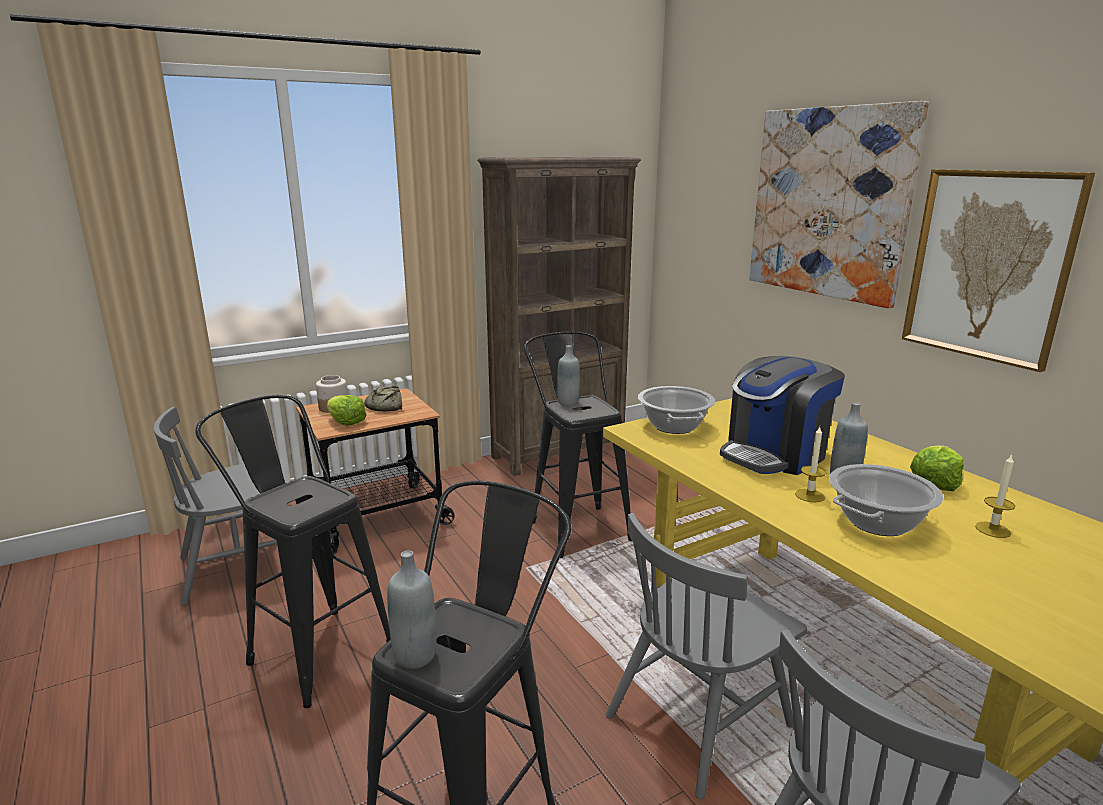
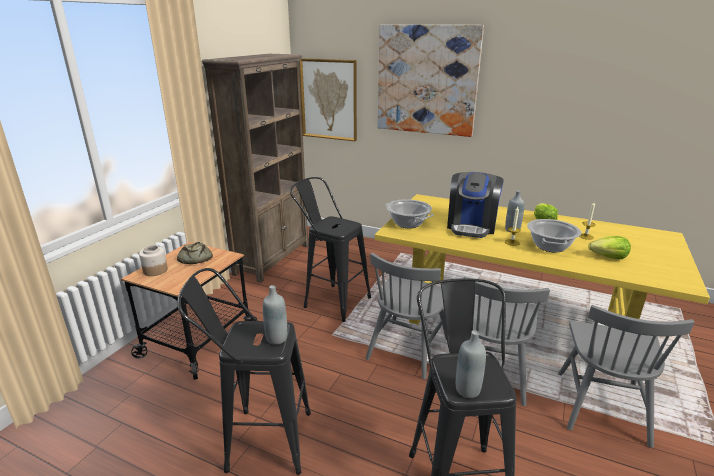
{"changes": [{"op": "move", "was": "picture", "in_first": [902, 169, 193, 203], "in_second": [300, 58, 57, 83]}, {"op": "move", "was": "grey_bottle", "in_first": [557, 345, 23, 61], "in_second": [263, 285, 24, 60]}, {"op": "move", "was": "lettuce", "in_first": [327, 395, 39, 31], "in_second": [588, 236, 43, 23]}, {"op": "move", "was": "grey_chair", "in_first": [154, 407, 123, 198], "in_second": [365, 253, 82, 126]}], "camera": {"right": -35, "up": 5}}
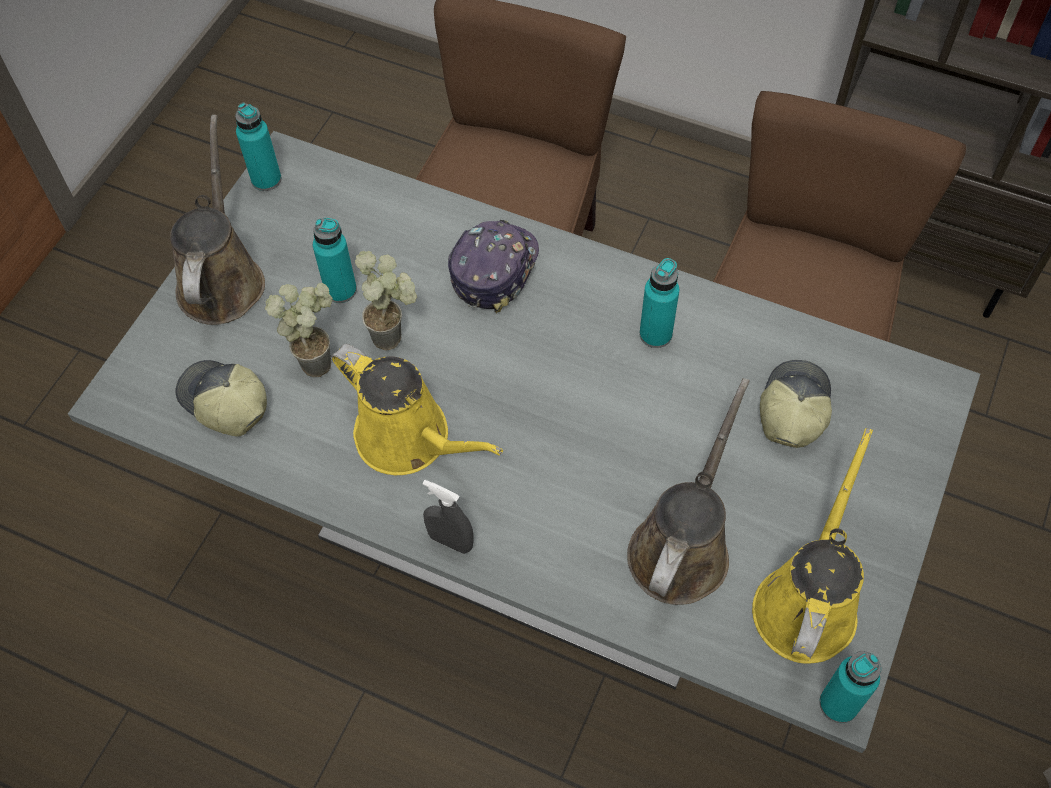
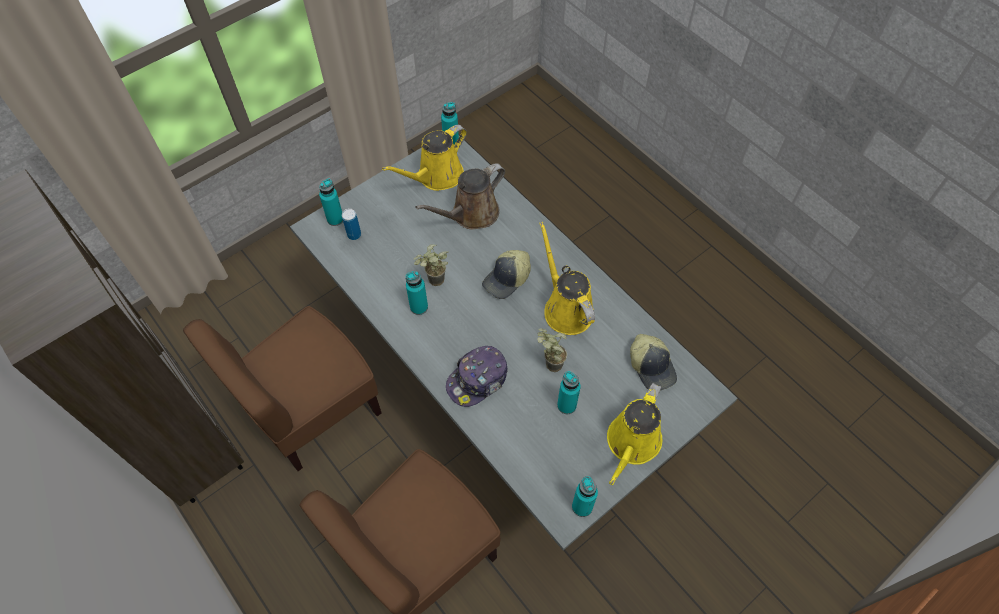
{"changes": [{"op": "recolor", "was": "brown_watering_can", "now": "yellow_watering_can", "in_first": [170, 115, 95, 210], "in_second": [607, 383, 55, 102]}, {"op": "move", "was": "potted_plant", "in_first": [265, 283, 68, 94], "in_second": [414, 244, 35, 42]}, {"op": "move", "was": "cap", "in_first": [760, 360, 72, 88], "in_second": [482, 250, 49, 49]}, {"op": "delete", "was": "grey_spray_bottle", "in_first": [423, 480, 51, 74]}, {"op": "insert", "now": "turquoise_bottle", "in_second": [319, 179, 24, 47]}, {"op": "insert", "now": "can", "in_second": [342, 208, 19, 32]}], "camera": {"right": -155, "up": 0}}
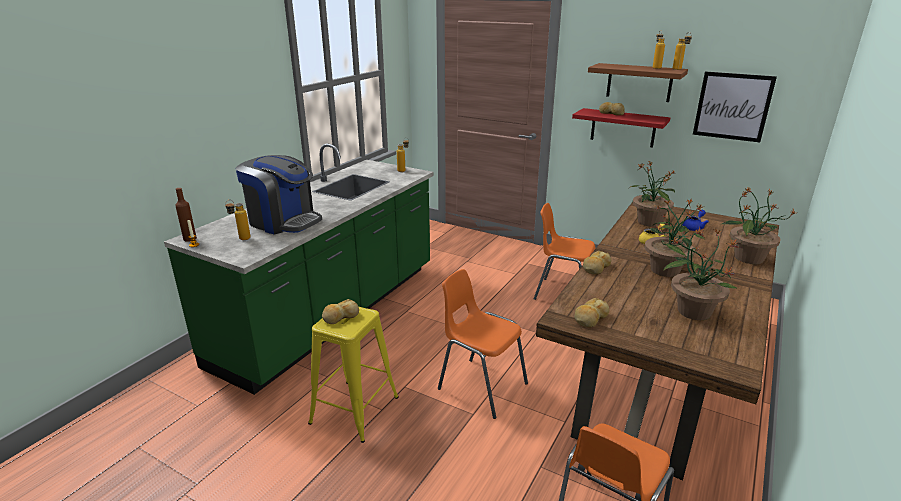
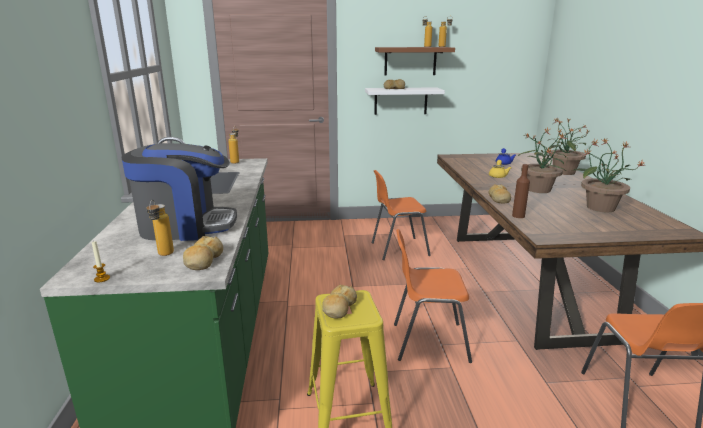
{"changes": [{"op": "delete", "was": "picture", "in_first": [693, 71, 84, 71]}, {"op": "recolor", "was": "red_shelf", "now": "white_shelf", "in_first": [572, 108, 98, 40], "in_second": [365, 87, 80, 28]}, {"op": "delete", "was": "potted_plant", "in_first": [628, 161, 48, 66]}, {"op": "move", "was": "brown_bottle", "in_first": [175, 188, 22, 54], "in_second": [512, 164, 18, 54]}, {"op": "move", "was": "bread", "in_first": [574, 298, 35, 30], "in_second": [183, 236, 40, 34]}], "camera": {"right": -35, "up": -5}}
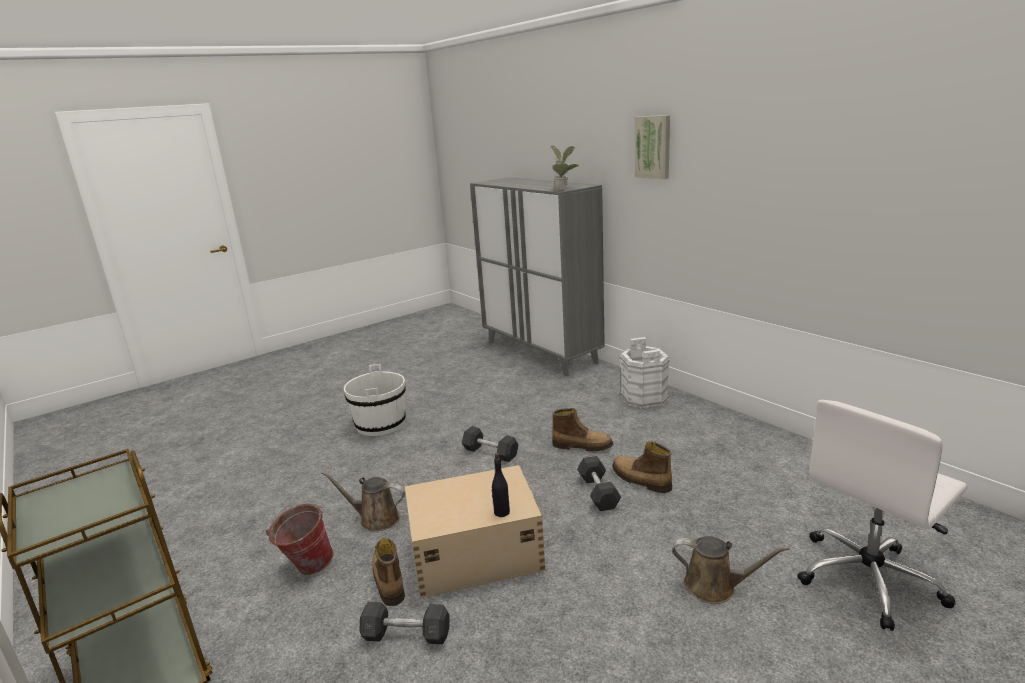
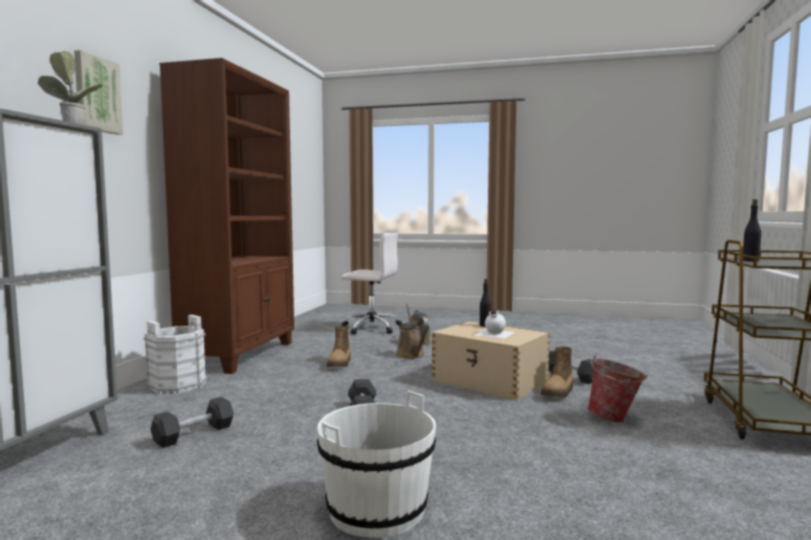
{"changes": [{"op": "delete", "was": "boot", "in_first": [552, 408, 61, 44]}, {"op": "move", "was": "grey_dumbbell", "in_first": [577, 456, 44, 55], "in_second": [150, 397, 84, 51]}, {"op": "move", "was": "brown_watering_can", "in_first": [321, 471, 84, 61], "in_second": [396, 322, 34, 37]}, {"op": "insert", "now": "brown_bookcase", "in_second": [159, 58, 135, 316]}, {"op": "insert", "now": "black_bottle", "in_second": [743, 199, 18, 63]}, {"op": "insert", "now": "white_bottle", "in_second": [474, 309, 40, 29]}], "camera": {"right": -130, "up": -15}}
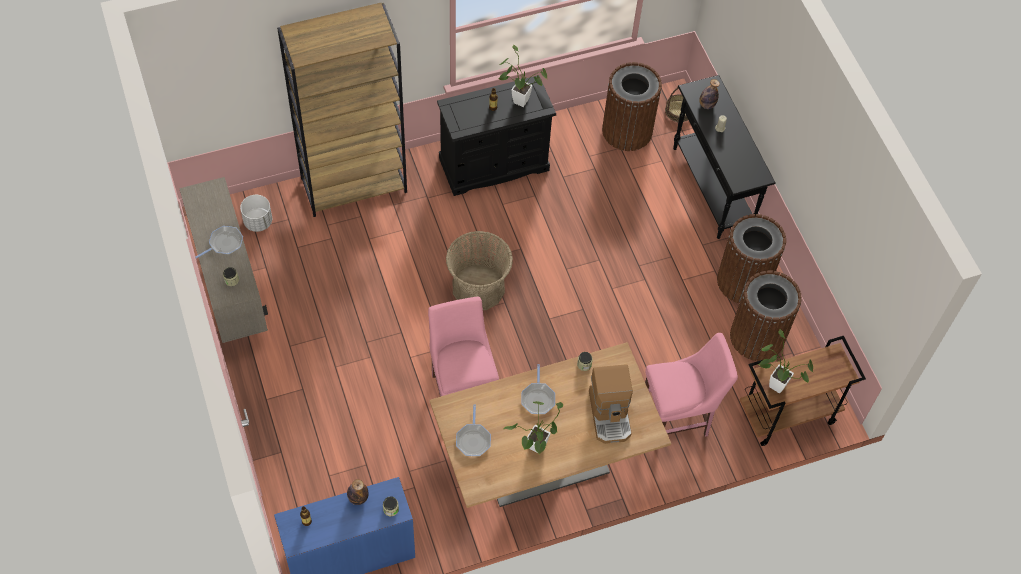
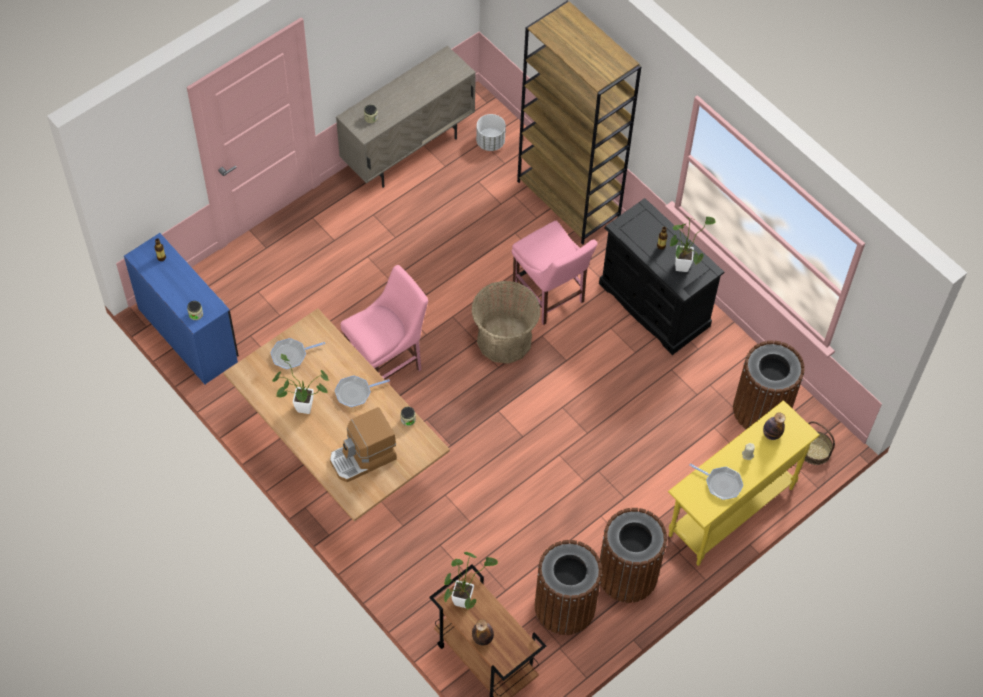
{"changes": [{"op": "recolor", "was": "black_console_table", "now": "yellow_console_table", "in_first": [673, 75, 103, 164], "in_second": [668, 400, 152, 166]}, {"op": "move", "was": "frying_pan", "in_first": [195, 226, 48, 32], "in_second": [689, 463, 54, 37]}, {"op": "move", "was": "pink_chair", "in_first": [645, 333, 93, 104], "in_second": [512, 221, 86, 104]}, {"op": "move", "was": "bottle", "in_first": [347, 479, 22, 26], "in_second": [472, 619, 22, 27]}], "camera": {"right": 70, "up": 0}}
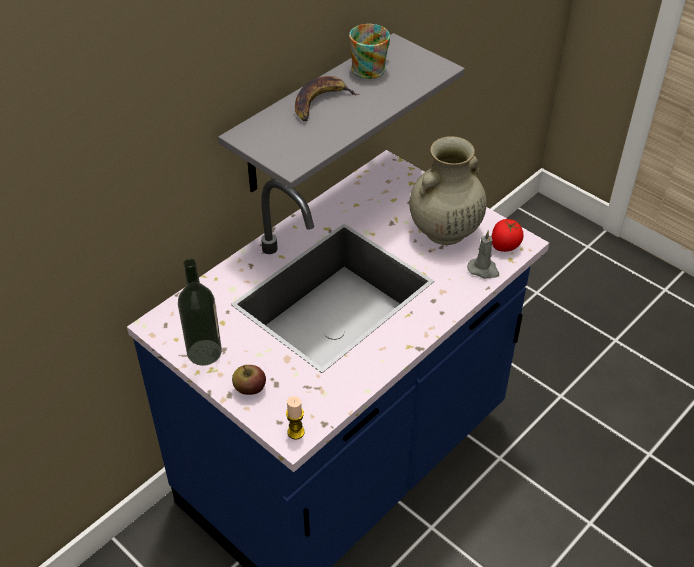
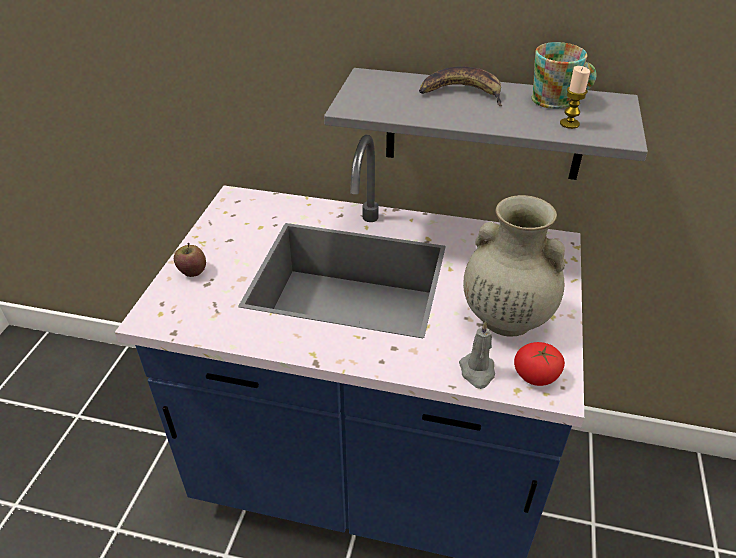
{"changes": [{"op": "delete", "was": "bottle", "in_first": [178, 259, 44, 107]}, {"op": "move", "was": "candle", "in_first": [286, 396, 19, 43], "in_second": [560, 66, 30, 63]}], "camera": {"right": 60, "up": -5}}
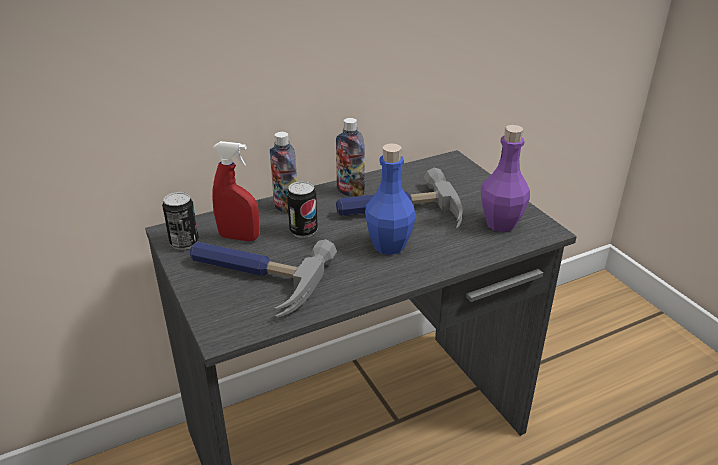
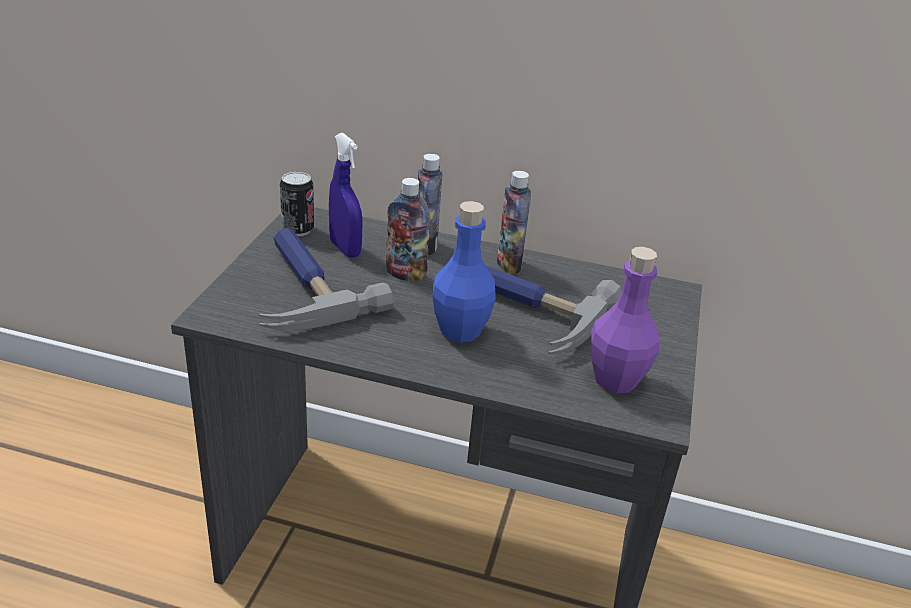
{"changes": [{"op": "recolor", "was": "red_spray_bottle", "now": "blue_spray_bottle", "in_first": [212, 141, 47, 100], "in_second": [329, 133, 34, 125]}, {"op": "replace", "was": "can", "now": "bottle", "in_first": [287, 181, 31, 57], "in_second": [386, 178, 44, 103]}], "camera": {"right": 40, "up": 0}}
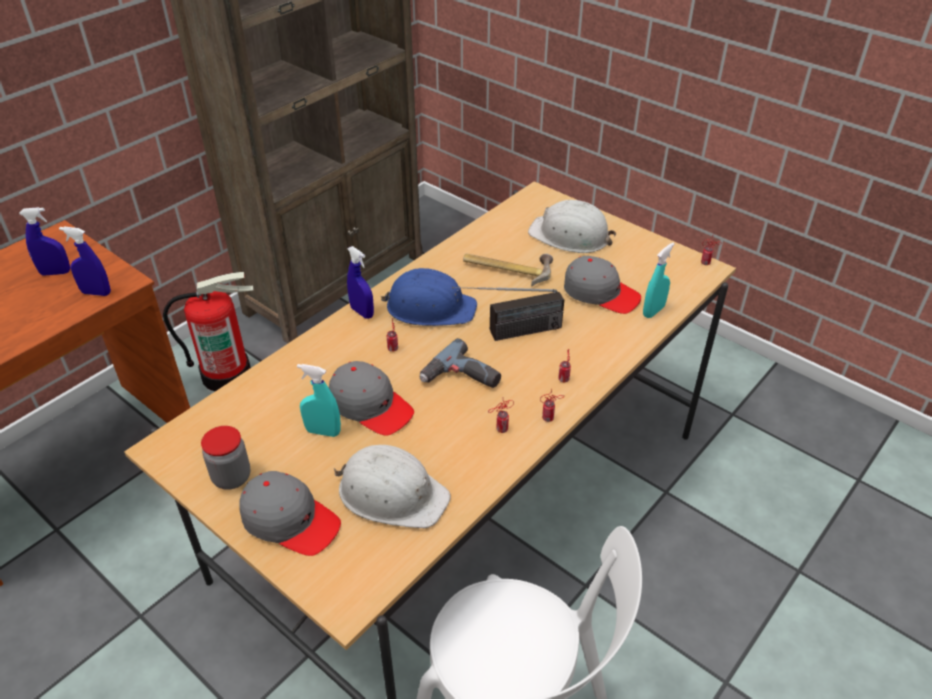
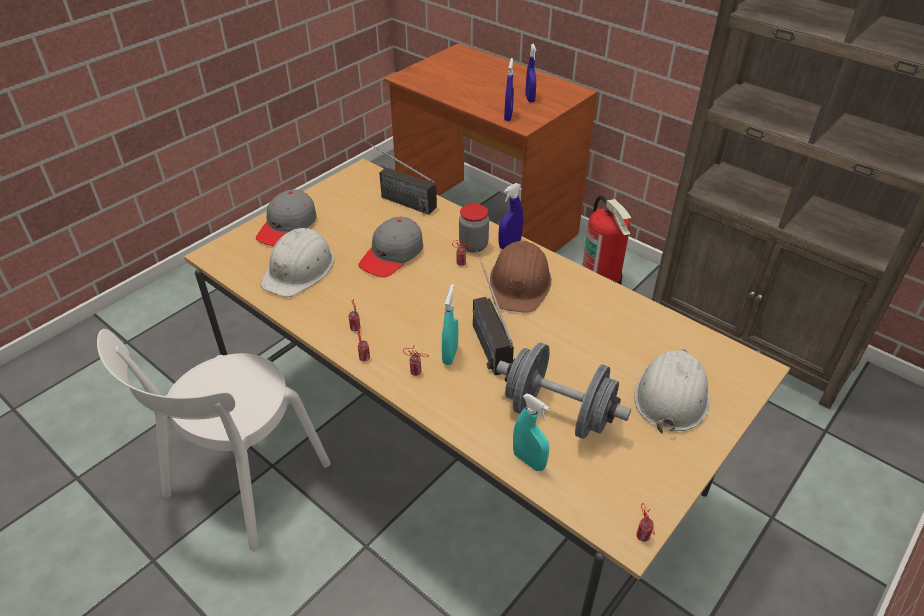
{"changes": [{"op": "delete", "was": "hammer", "in_first": [463, 253, 90, 33]}, {"op": "replace", "was": "grey_cap", "now": "grey_dumbbell", "in_first": [564, 256, 77, 58], "in_second": [496, 342, 135, 97]}, {"op": "recolor", "was": "blue_hard_hat", "now": "brown_hard_hat", "in_first": [381, 268, 96, 58], "in_second": [490, 241, 61, 72]}, {"op": "delete", "was": "power_drill", "in_first": [420, 338, 81, 50]}, {"op": "move", "was": "turquoise_spray_bottle", "in_first": [297, 364, 44, 73], "in_second": [442, 284, 16, 81]}, {"op": "move", "was": "jar", "in_first": [201, 426, 50, 64], "in_second": [459, 204, 30, 49]}, {"op": "insert", "now": "radio", "in_second": [359, 137, 78, 78]}], "camera": {"right": 90, "up": 0}}
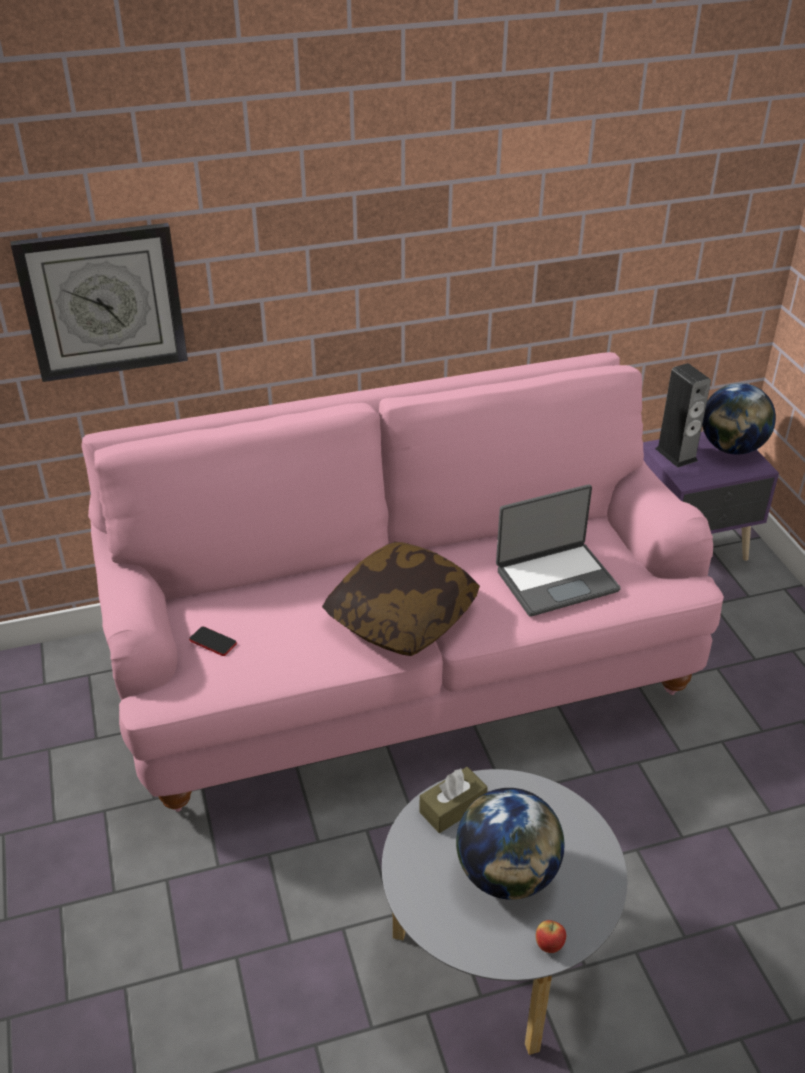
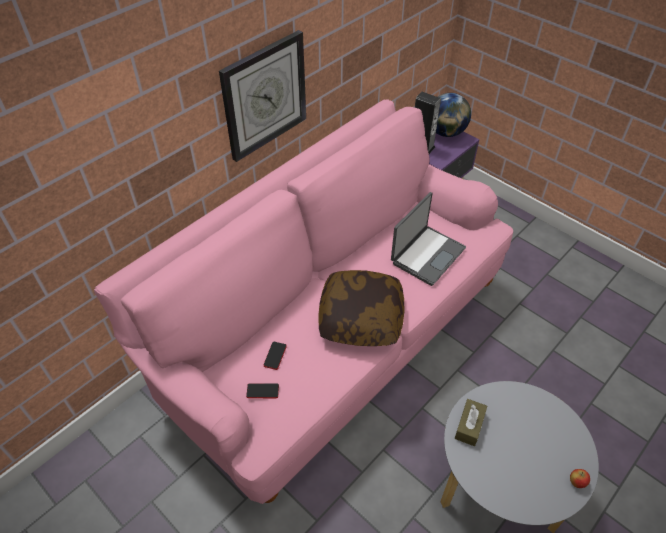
{"changes": [{"op": "move", "was": "wall_clock", "in_first": [10, 223, 178, 159], "in_second": [219, 30, 87, 132]}, {"op": "delete", "was": "globe", "in_first": [456, 788, 109, 112]}, {"op": "insert", "now": "phone", "in_second": [264, 342, 23, 28]}], "camera": {"right": -30, "up": 10}}
